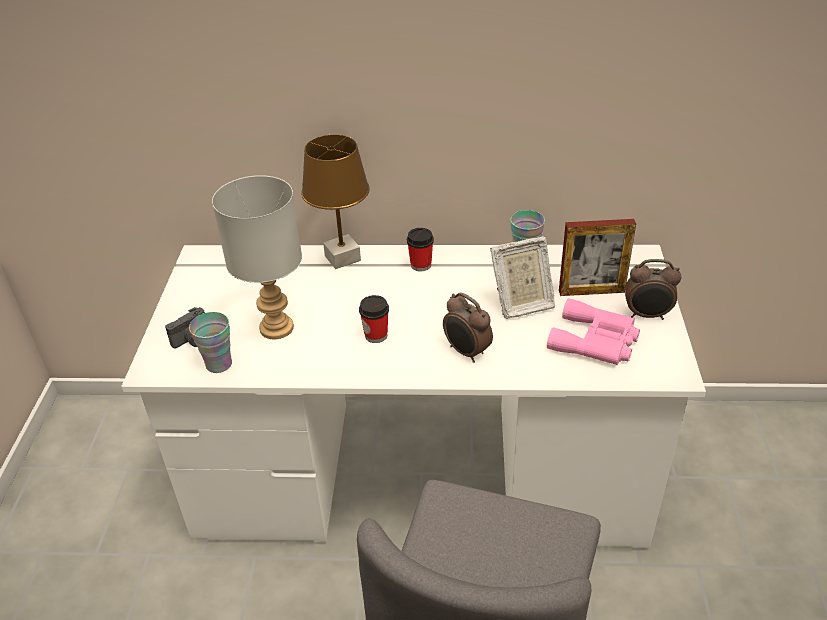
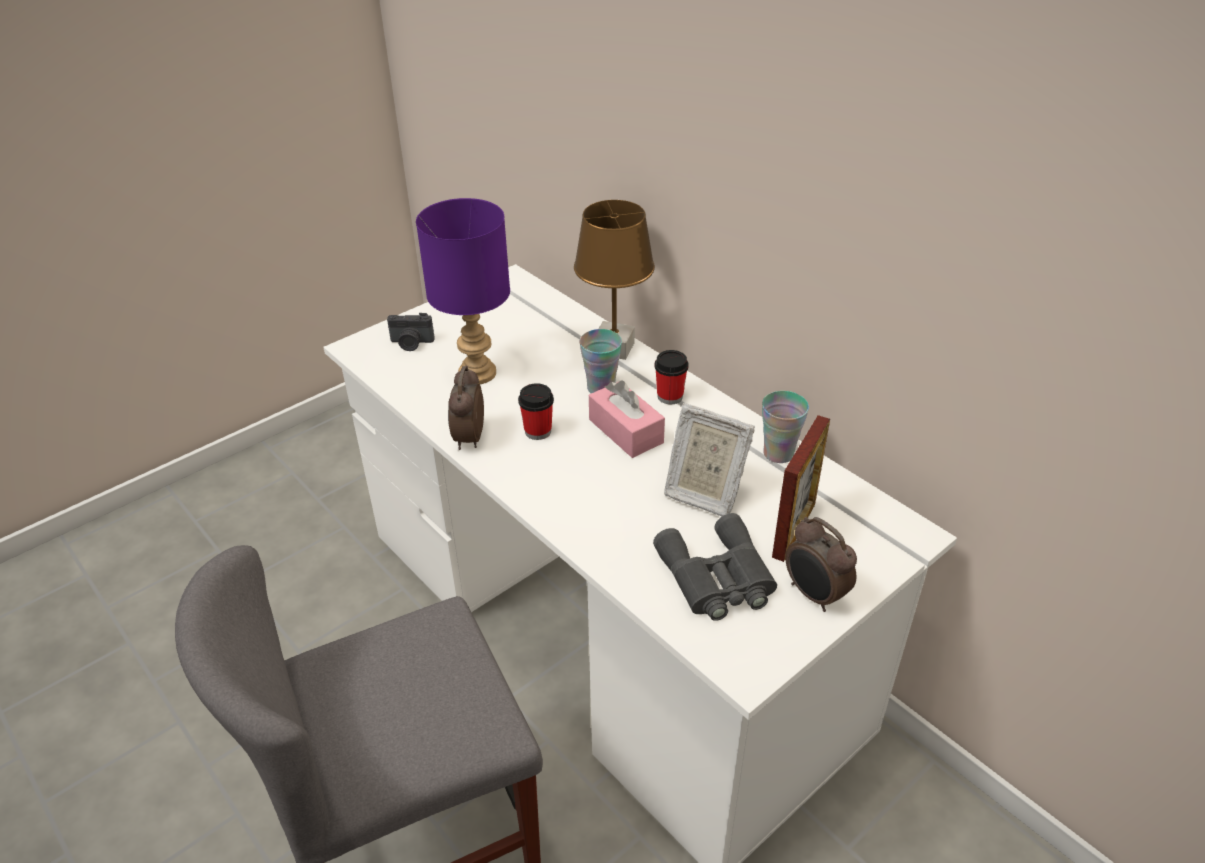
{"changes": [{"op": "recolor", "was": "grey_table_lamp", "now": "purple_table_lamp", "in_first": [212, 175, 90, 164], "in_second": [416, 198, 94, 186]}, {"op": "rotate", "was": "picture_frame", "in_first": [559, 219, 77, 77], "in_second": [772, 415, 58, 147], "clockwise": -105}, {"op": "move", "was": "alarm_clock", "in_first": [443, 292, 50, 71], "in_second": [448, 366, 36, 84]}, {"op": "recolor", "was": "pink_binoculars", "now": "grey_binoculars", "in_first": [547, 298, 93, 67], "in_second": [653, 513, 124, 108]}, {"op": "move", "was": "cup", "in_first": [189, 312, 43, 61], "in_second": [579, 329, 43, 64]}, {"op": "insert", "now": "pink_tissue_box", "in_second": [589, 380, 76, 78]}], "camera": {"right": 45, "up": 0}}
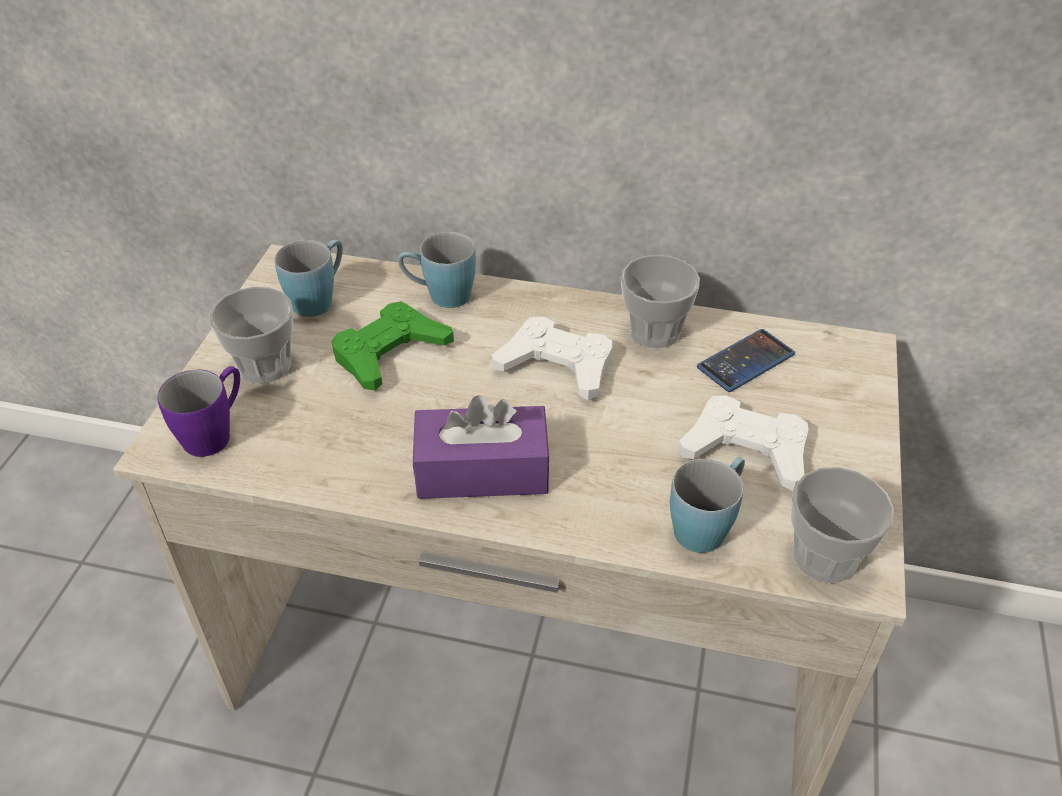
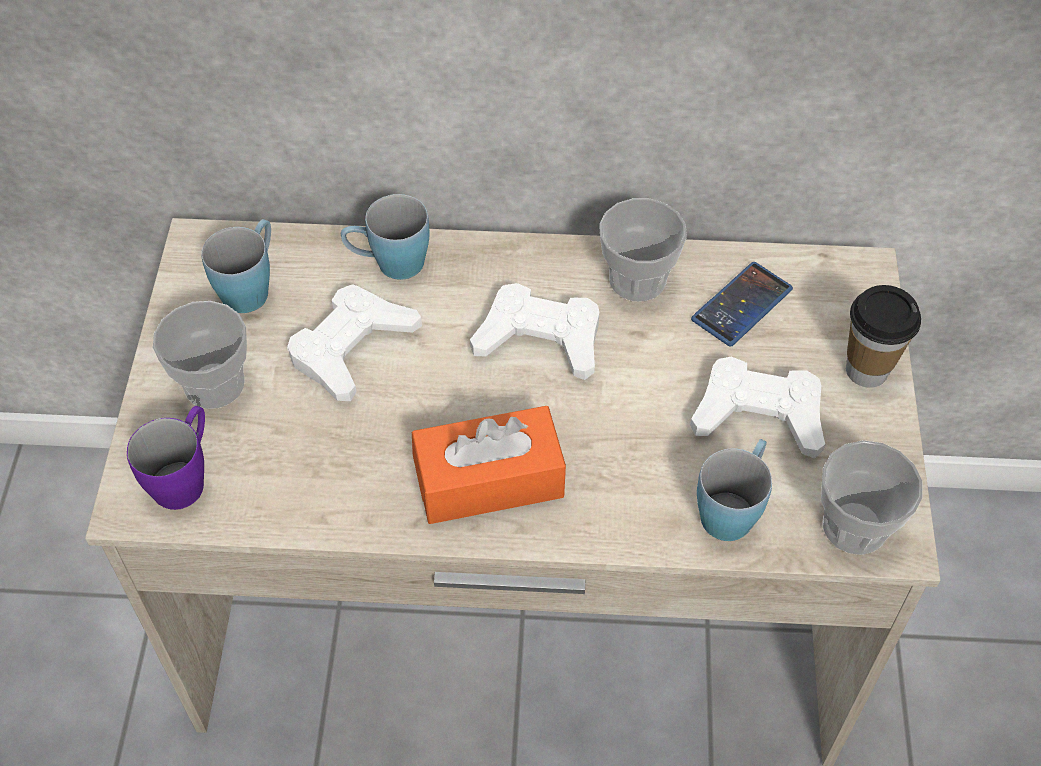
{"changes": [{"op": "recolor", "was": "green_game_controller", "now": "white_game_controller", "in_first": [331, 301, 123, 90], "in_second": [287, 284, 135, 117]}, {"op": "recolor", "was": "purple_tissue_box", "now": "orange_tissue_box", "in_first": [413, 395, 137, 104], "in_second": [412, 406, 154, 118]}, {"op": "insert", "now": "cup", "in_second": [846, 285, 75, 103]}], "camera": {"right": -10, "up": 10}}
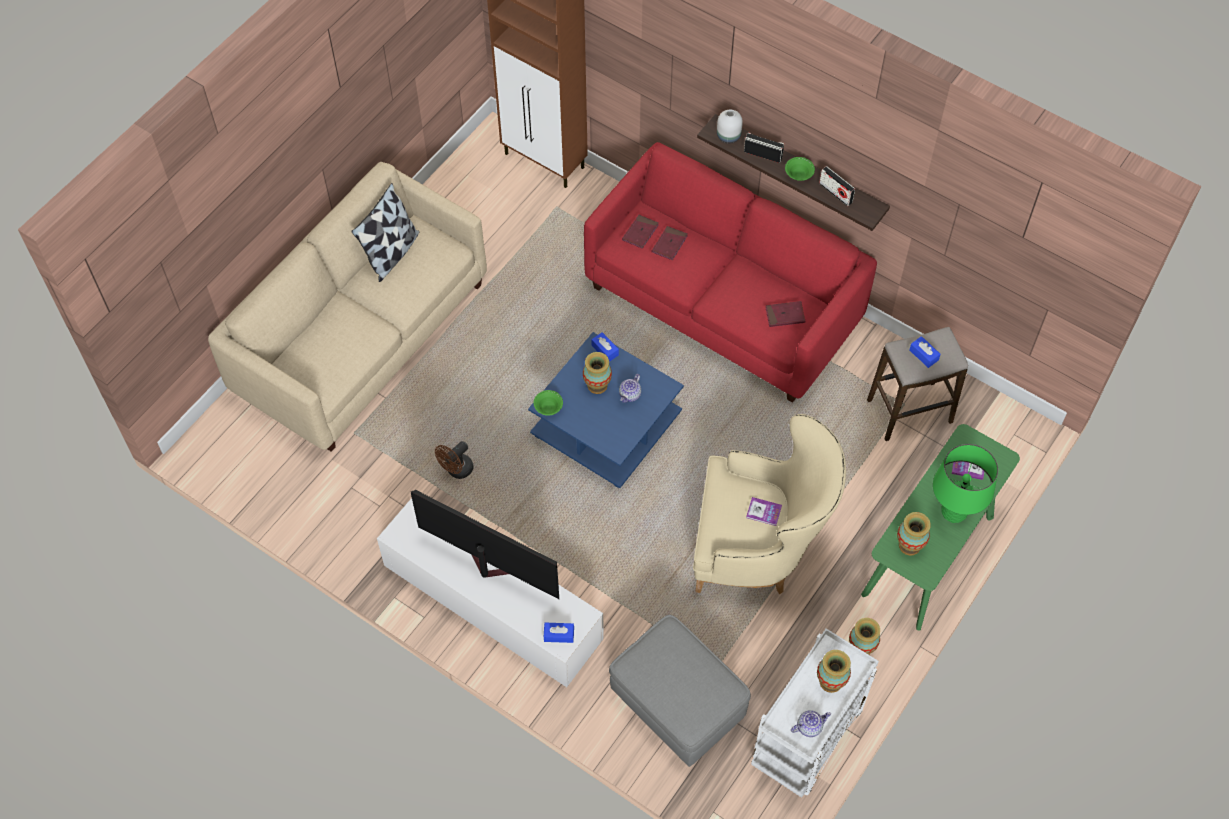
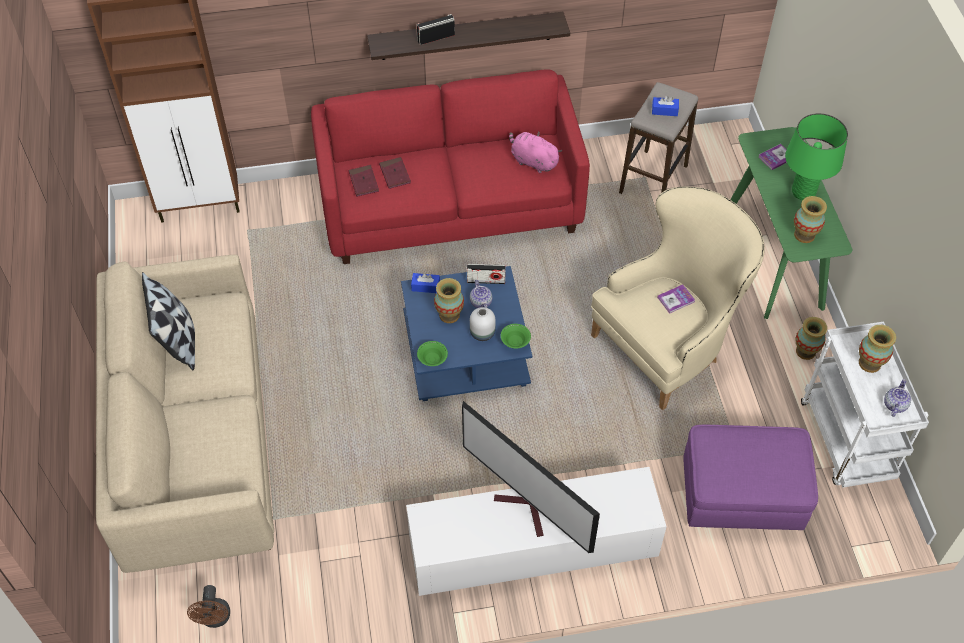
{"changes": [{"op": "move", "was": "white_vase", "in_first": [717, 110, 26, 34], "in_second": [470, 307, 26, 34]}, {"op": "move", "was": "green_bowl", "in_first": [785, 157, 30, 24], "in_second": [501, 324, 30, 25]}, {"op": "move", "was": "radio", "in_first": [819, 166, 36, 40], "in_second": [467, 264, 39, 20]}, {"op": "replace", "was": "red_book", "now": "pink_plush_toy", "in_first": [765, 301, 40, 26], "in_second": [509, 132, 53, 41]}, {"op": "move", "was": "brown_fan", "in_first": [435, 441, 39, 38], "in_second": [187, 585, 43, 43]}, {"op": "rotate", "was": "television", "in_first": [411, 490, 148, 109], "in_second": [462, 401, 138, 152], "clockwise": -120}, {"op": "recolor", "was": "grey_ottoman", "now": "purple_ottoman", "in_first": [609, 615, 142, 152], "in_second": [683, 425, 135, 105]}, {"op": "delete", "was": "blue_tissue_box", "in_first": [544, 623, 30, 20]}], "camera": {"right": -45, "up": -5}}
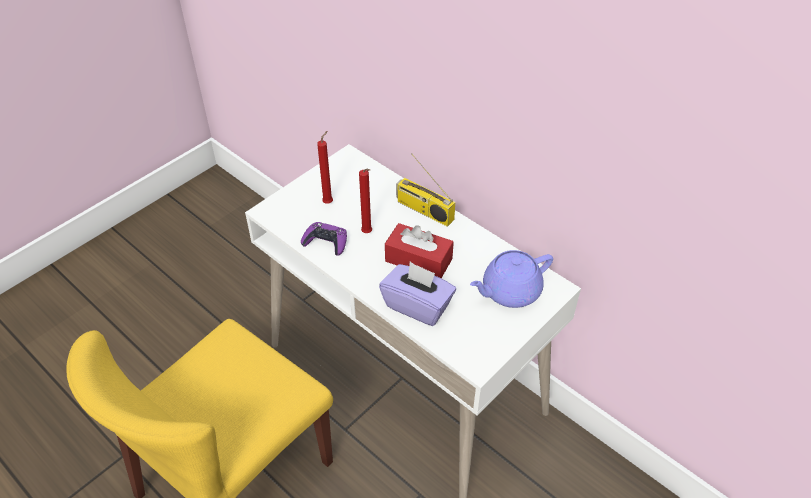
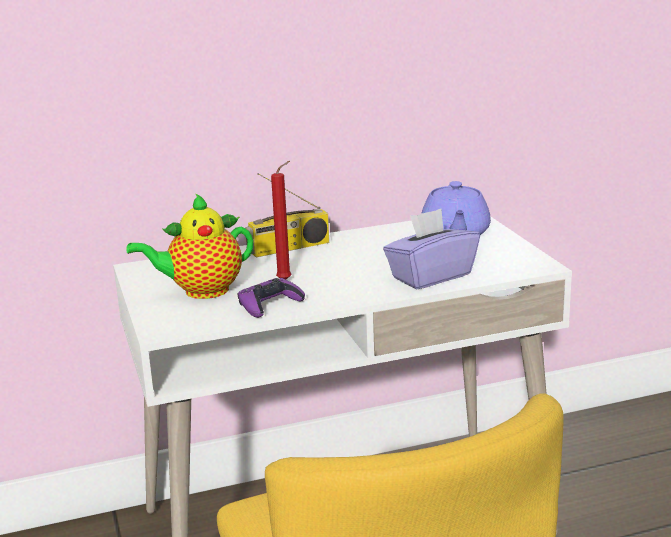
{"changes": [{"op": "replace", "was": "red_candle", "now": "teapot", "in_first": [317, 131, 16, 73], "in_second": [126, 193, 127, 106]}, {"op": "delete", "was": "red_tissue_box", "in_first": [385, 223, 69, 55]}], "camera": {"right": -60, "up": -25}}
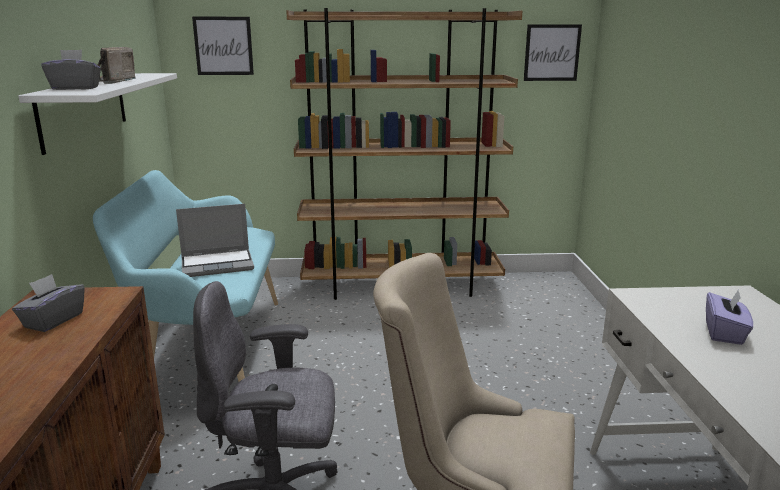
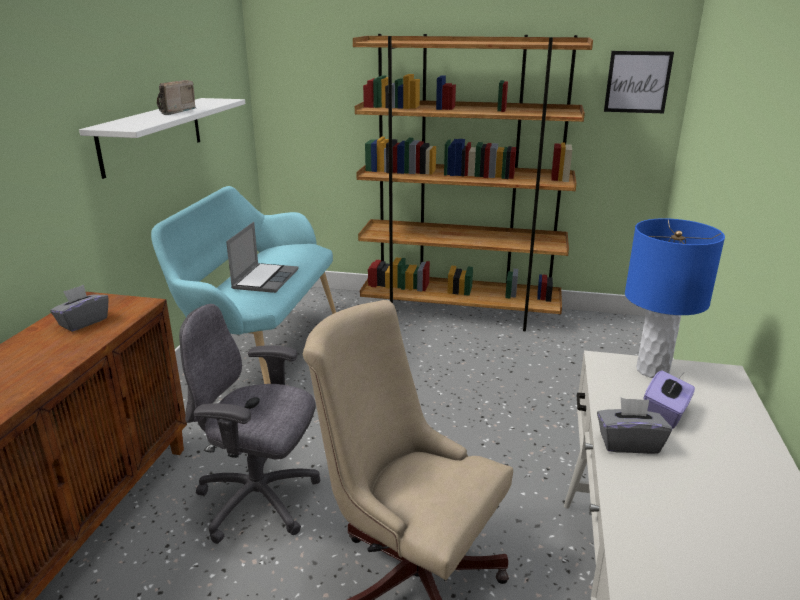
{"changes": [{"op": "delete", "was": "picture", "in_first": [192, 17, 62, 58]}, {"op": "move", "was": "grey_tissue_box", "in_first": [41, 49, 60, 41], "in_second": [597, 398, 75, 56]}, {"op": "rotate", "was": "laptop", "in_first": [176, 204, 78, 73], "in_second": [226, 222, 72, 71], "clockwise": -75}, {"op": "insert", "now": "blue_table_lamp", "in_second": [625, 218, 100, 160]}], "camera": {"right": 15, "up": 5}}
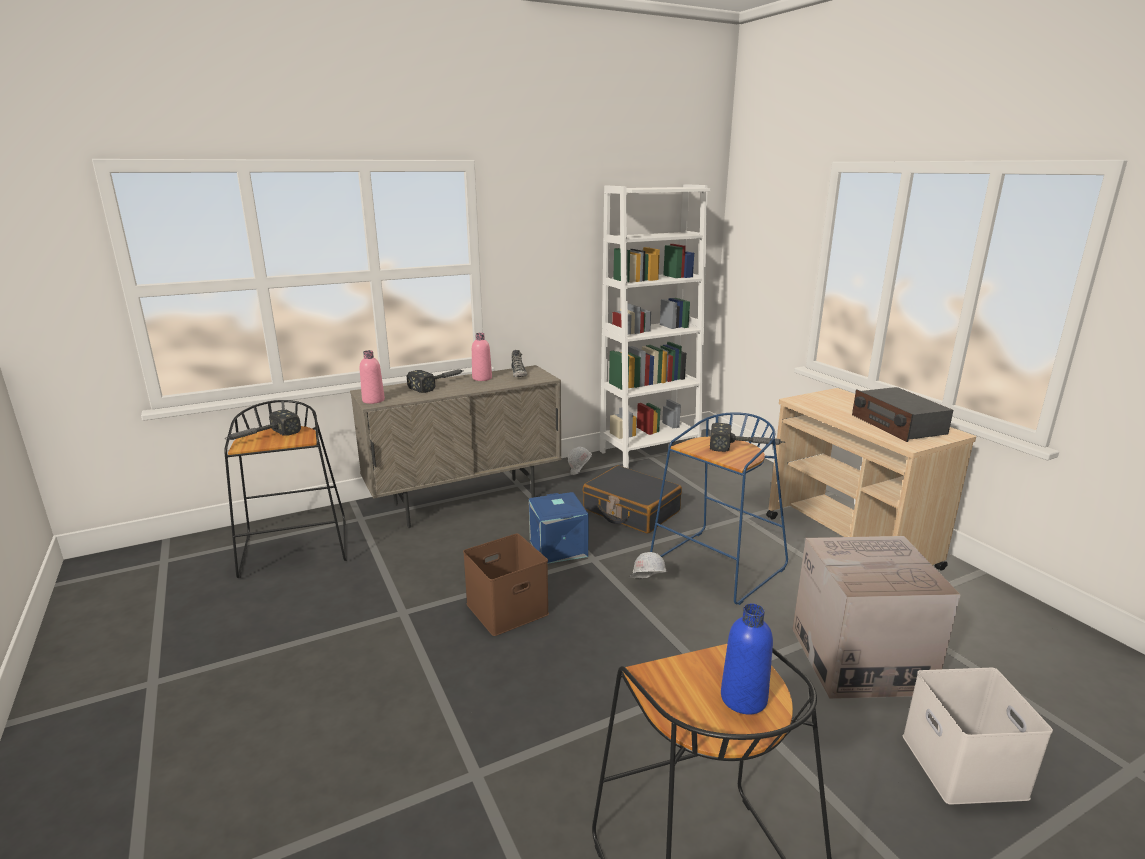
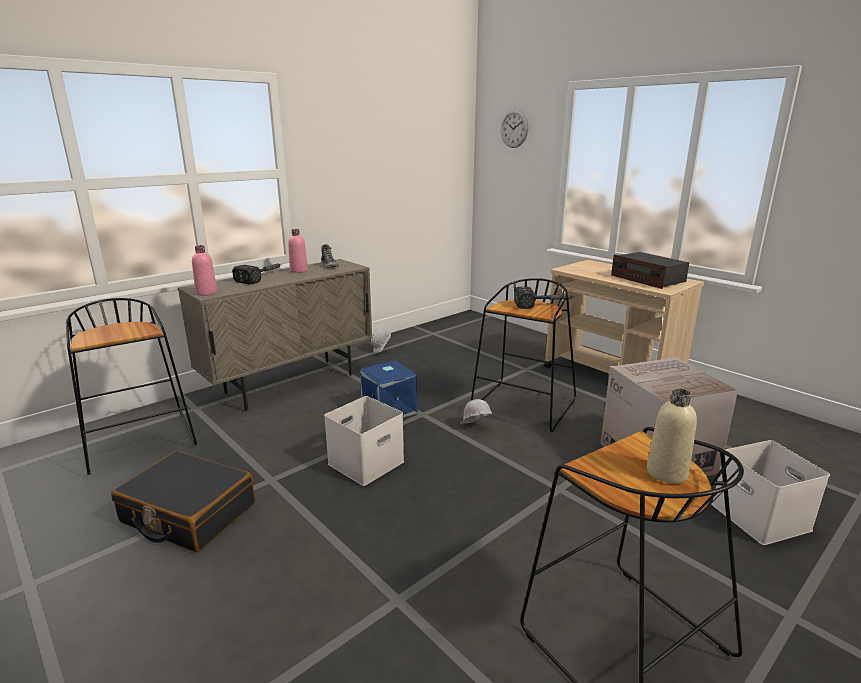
{"changes": [{"op": "delete", "was": "white_bookcase", "in_first": [600, 184, 111, 285]}, {"op": "delete", "was": "hammer", "in_first": [226, 410, 75, 30]}, {"op": "recolor", "was": "blue_stool", "now": "black_stool", "in_first": [650, 412, 138, 193], "in_second": [471, 278, 105, 154]}, {"op": "move", "was": "black_suitcase", "in_first": [583, 465, 99, 69], "in_second": [111, 451, 144, 101]}, {"op": "recolor", "was": "brown_storage_box", "now": "white_storage_box", "in_first": [463, 534, 86, 102], "in_second": [324, 396, 80, 90]}, {"op": "recolor", "was": "blue_bottle", "now": "beige_bottle", "in_first": [721, 603, 52, 111], "in_second": [647, 389, 50, 95]}, {"op": "insert", "now": "wall_clock", "in_second": [501, 110, 28, 38]}], "camera": {"right": -15, "up": 0}}
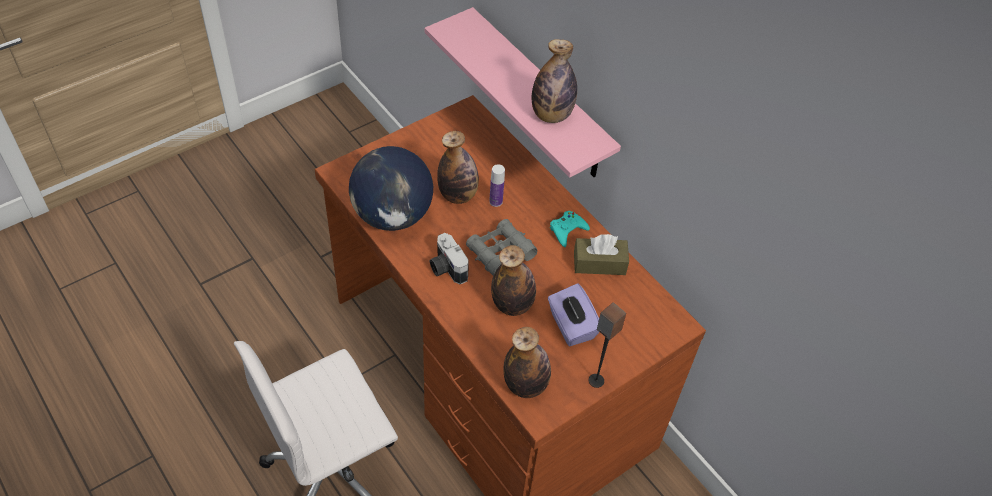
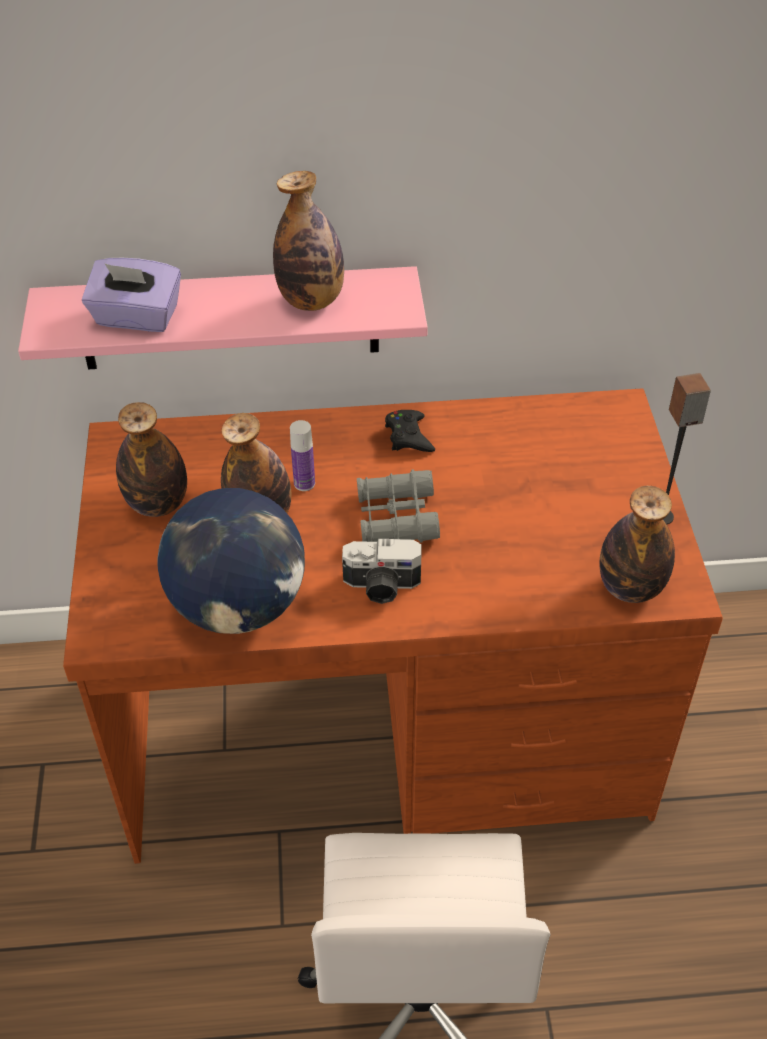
{"changes": [{"op": "recolor", "was": "turquoise_game_controller", "now": "black_game_controller", "in_first": [550, 211, 40, 36], "in_second": [385, 410, 50, 42]}, {"op": "delete", "was": "brown_tissue_box", "in_first": [574, 234, 55, 41]}, {"op": "move", "was": "bottle", "in_first": [491, 245, 45, 71], "in_second": [116, 402, 71, 115]}, {"op": "move", "was": "purple_tissue_box", "in_first": [548, 283, 51, 63], "in_second": [82, 258, 99, 74]}], "camera": {"right": -55, "up": -5}}
